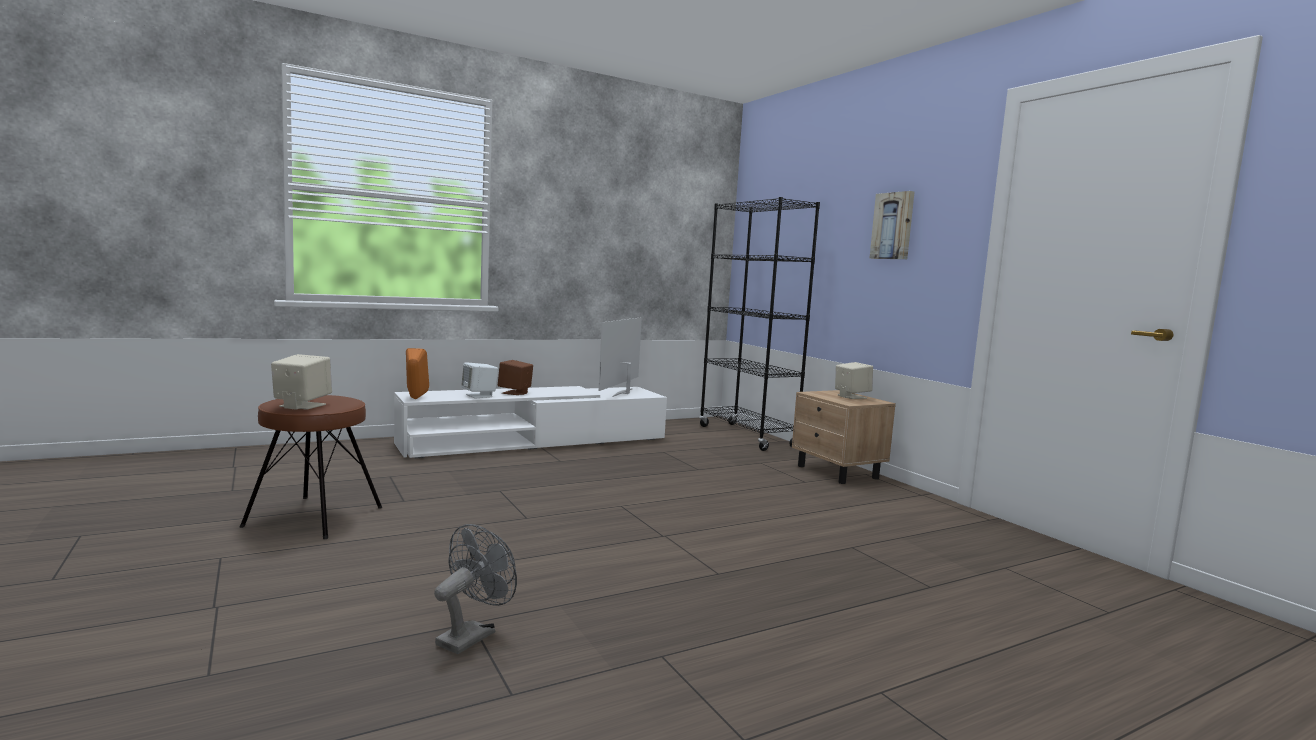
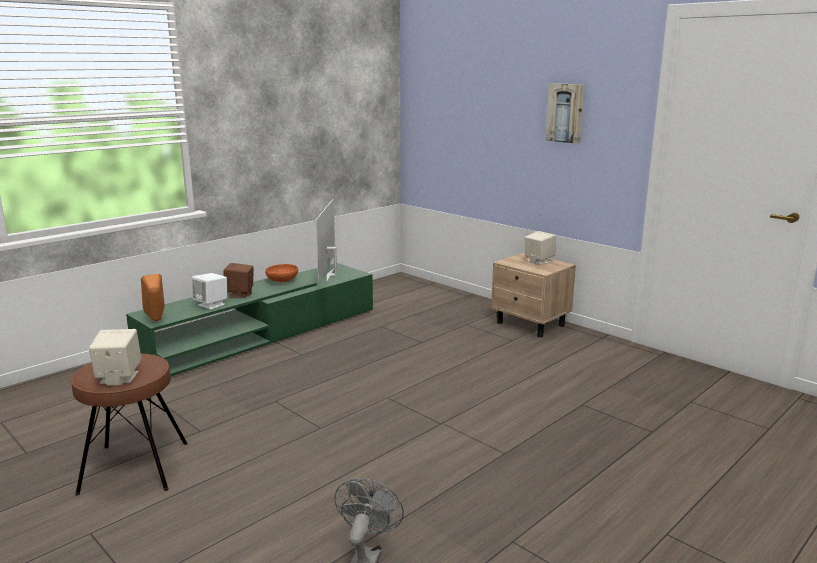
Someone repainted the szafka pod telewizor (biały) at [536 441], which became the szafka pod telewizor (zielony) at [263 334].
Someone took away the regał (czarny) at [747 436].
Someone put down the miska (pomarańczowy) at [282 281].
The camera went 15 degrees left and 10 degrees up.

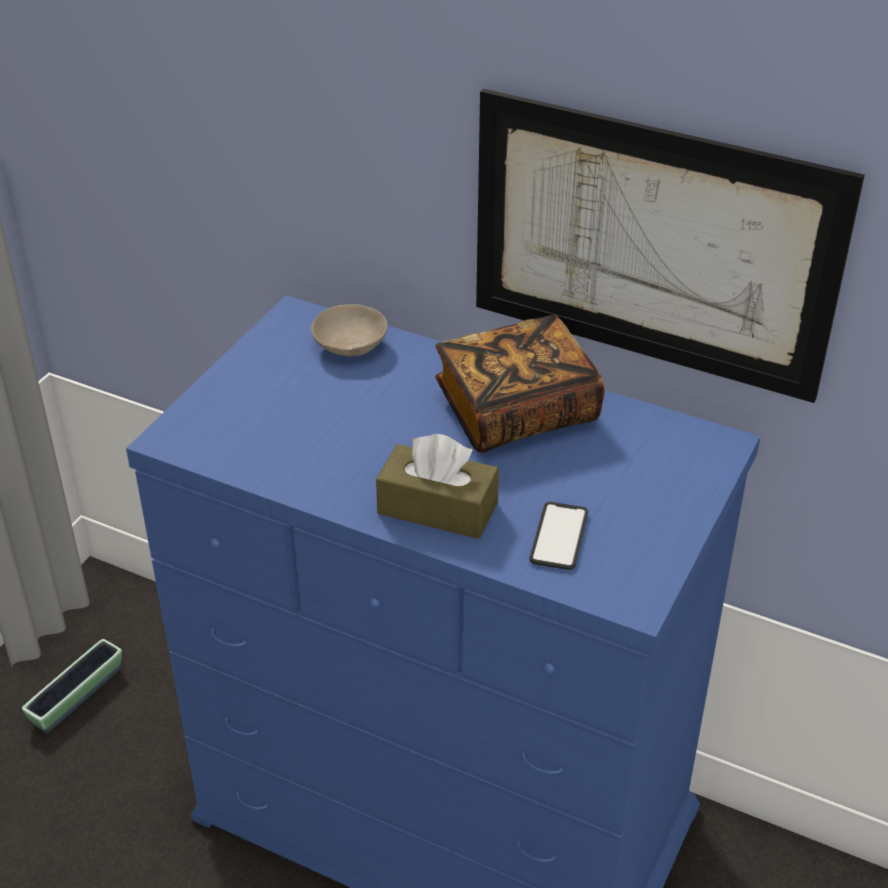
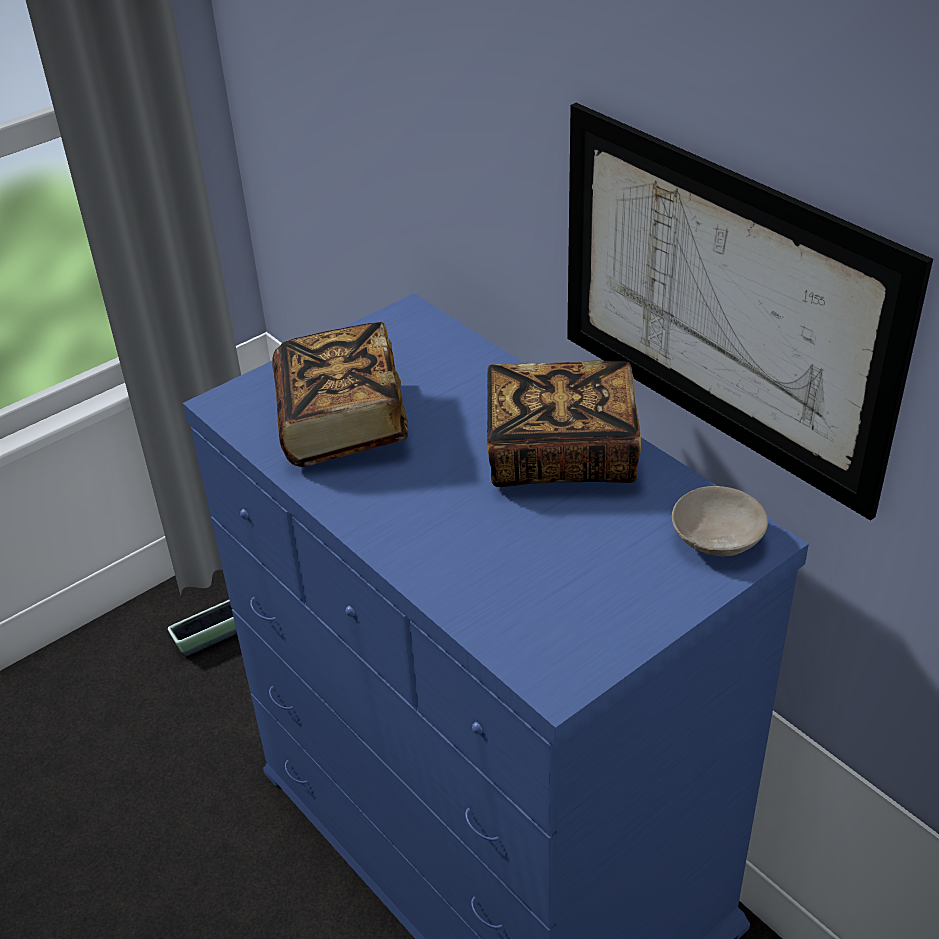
Someone carried the miska (beżowy) from [351 344] to [719 537].
Someone took away the pudełko chusteczek (brązowy) at [437 508].
Someone took away the telefon at [559 537].
Someone put down the książka at [342 423].
The camera went 25 degrees right and 0 degrees up.

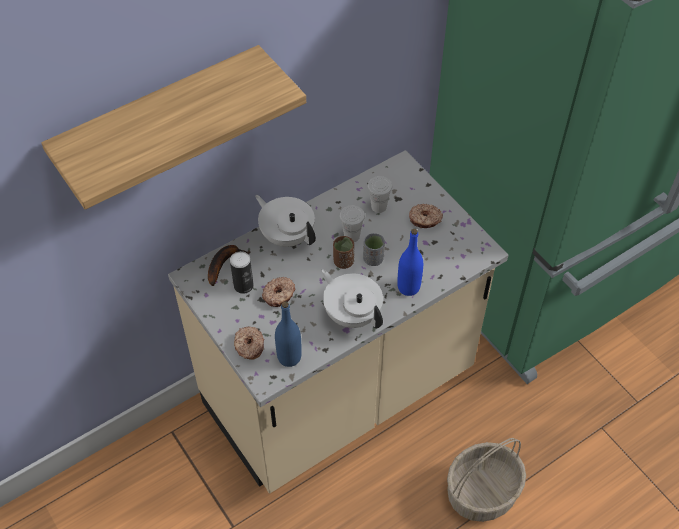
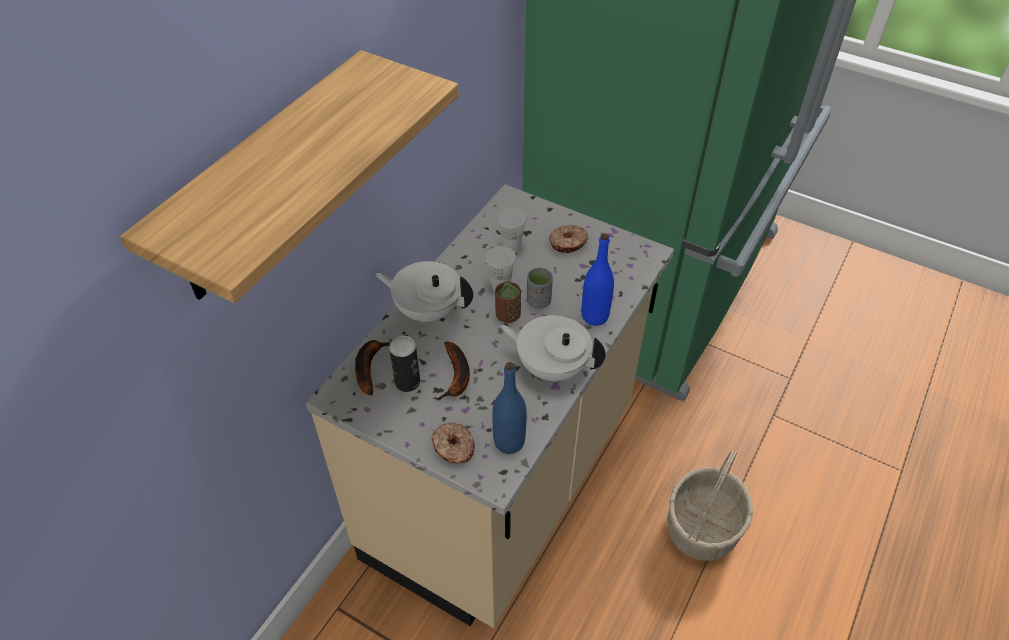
Someone swapped the donut at [279 295] for the banan at [456 377].
The camera went 25 degrees left and 5 degrees down.

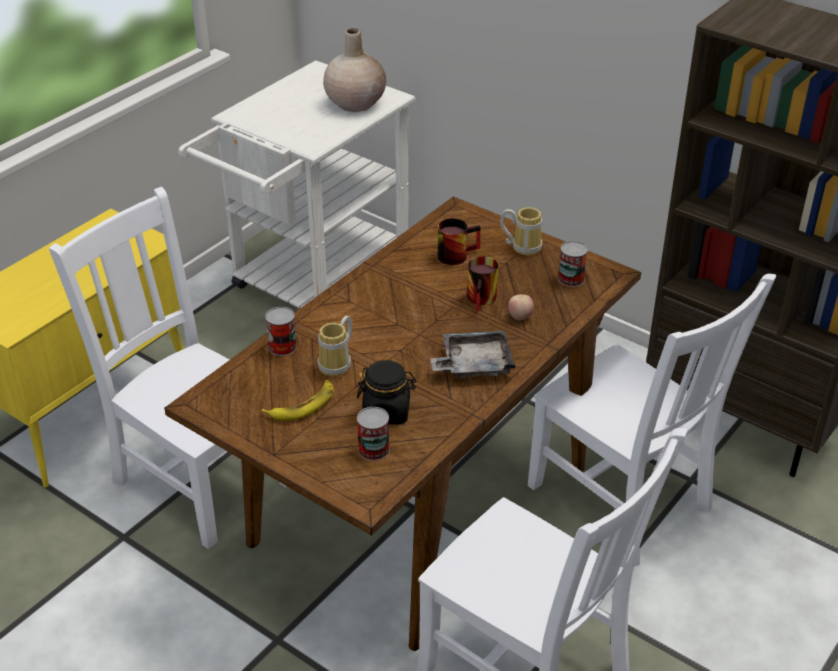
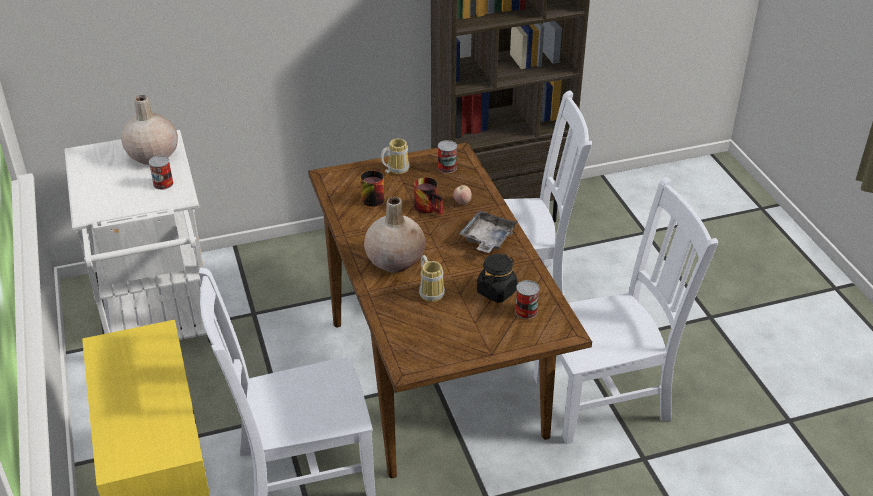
Someone took away the banan at [303 405].
Someone carried the puszka from [282 346] to [163 183].
Someone put down the wazon (beżowy) at [395 261].
The camera went 55 degrees left and 0 degrees up.

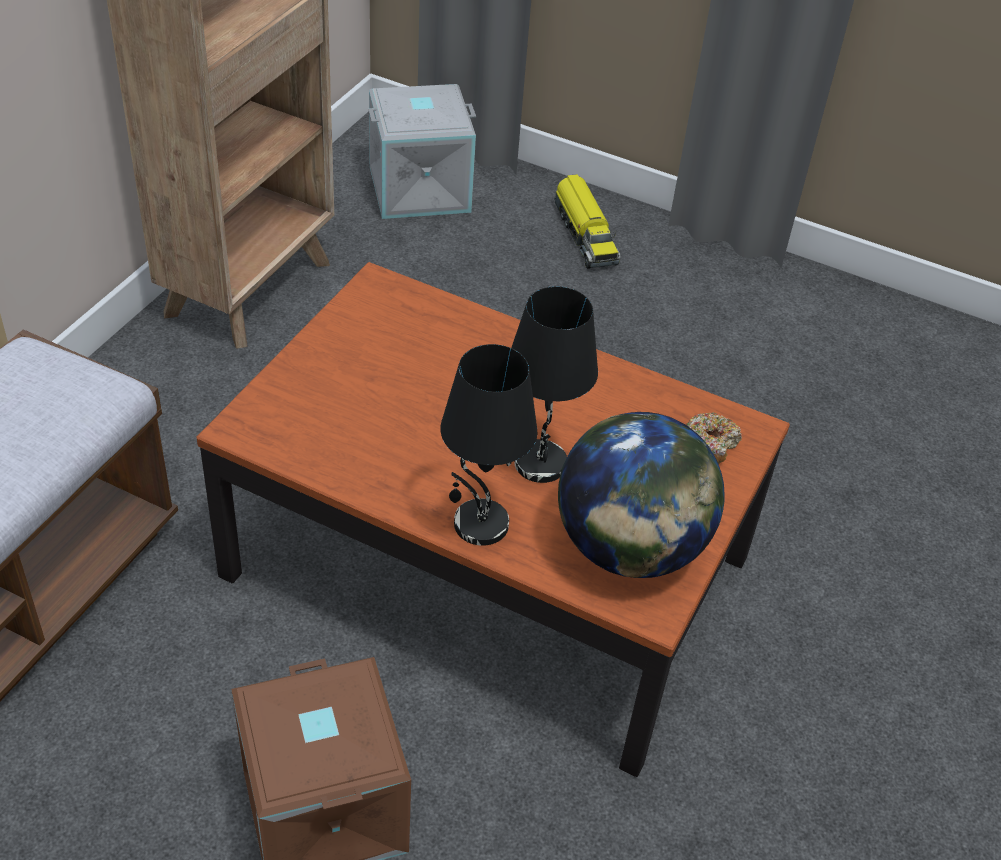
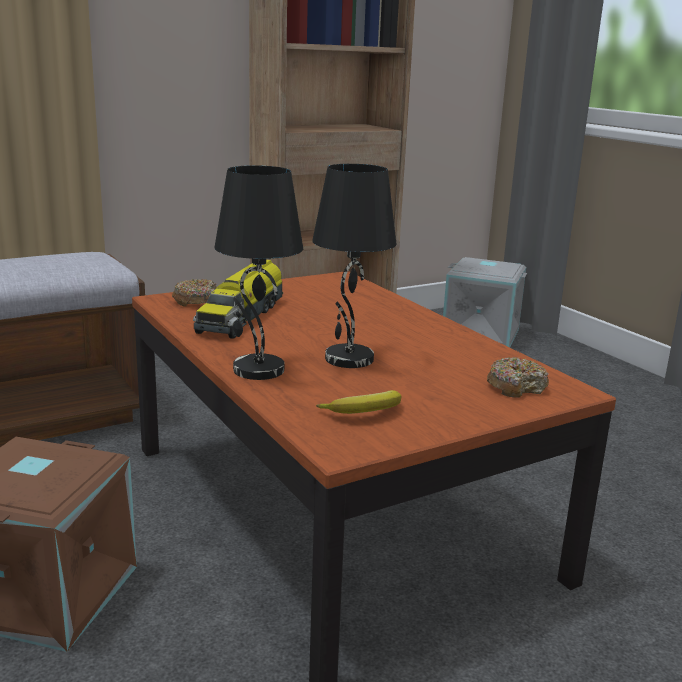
Someone carried the ciężarówka zabawkowa from [585 234] to [242 316].
Someone swapped the globus at [629 549] for the banan at [365 412].
Someone put down the donut at [196 301].
The camera went 35 degrees right and 25 degrees down.

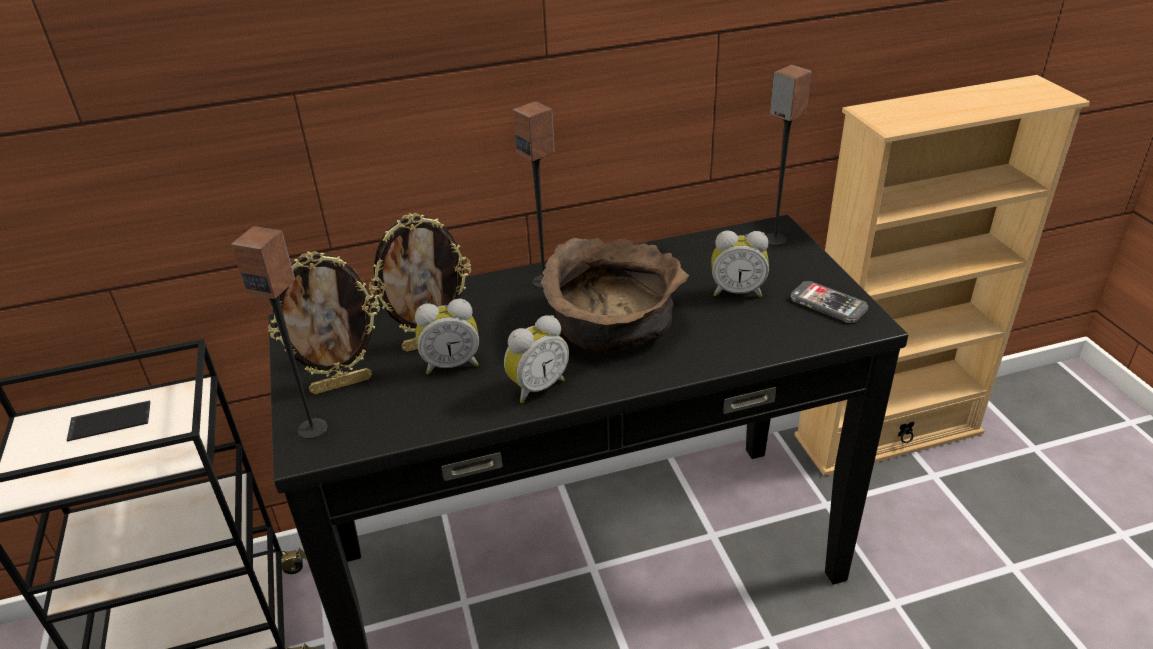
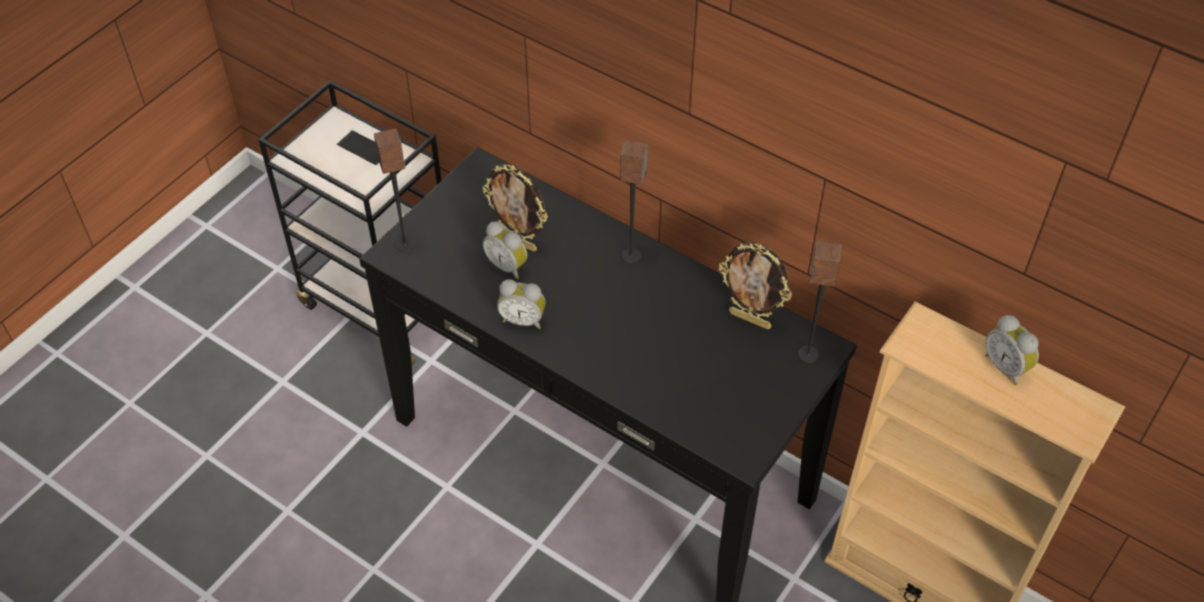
Someone carried the ramka na zdjęcie from [342 384] to [750 319].
Someone took away the miska (brązowy) at [613 324].
Someone carried the budzik from [737 291] to [1006 366].
Someone took away the telefon at [828 304].
The camera went 50 degrees right and 15 degrees up.

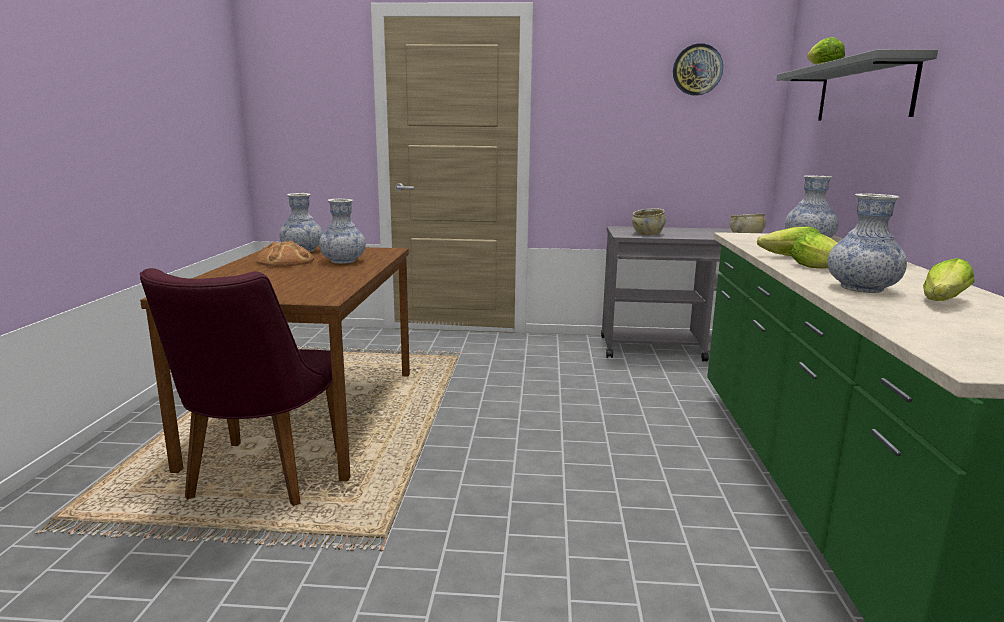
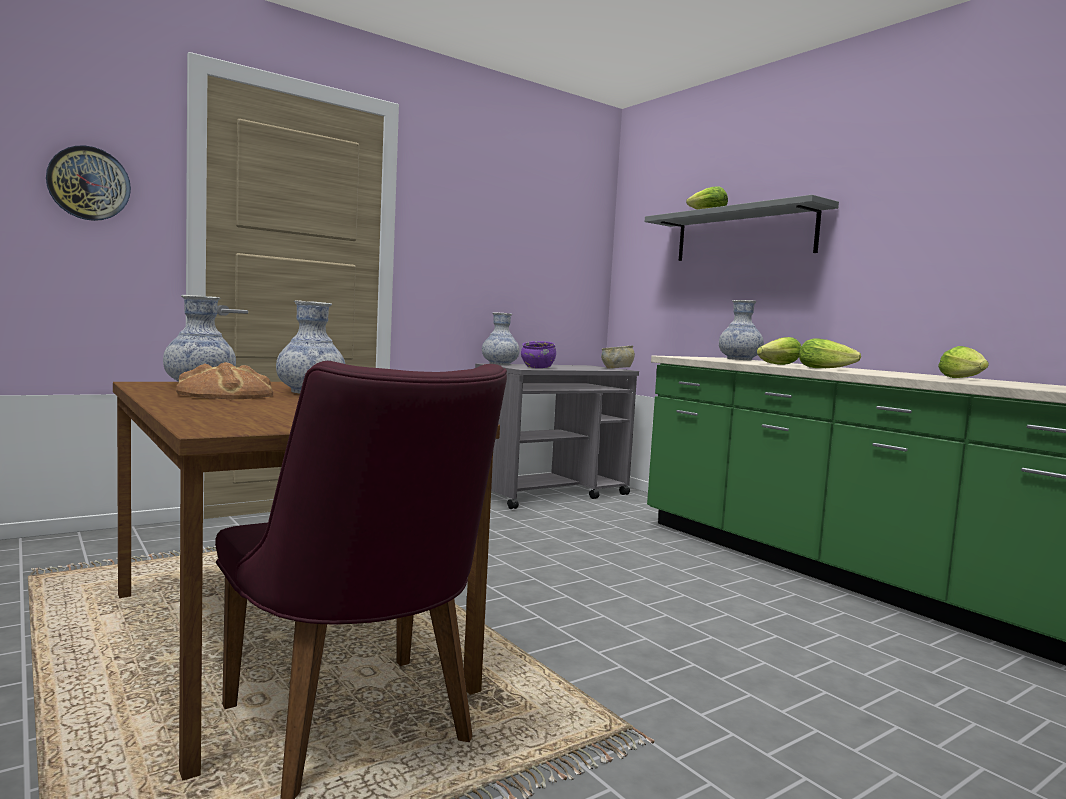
Someone repainted the miska (beżowy) at [647 234], which became the miska (fioletowy) at [537 367].
Someone carried the zegar ścienny from [697 69] to [89 183].
Someone carried the wazon from [861 288] to [499 364].
The camera went 40 degrees left and 10 degrees down.

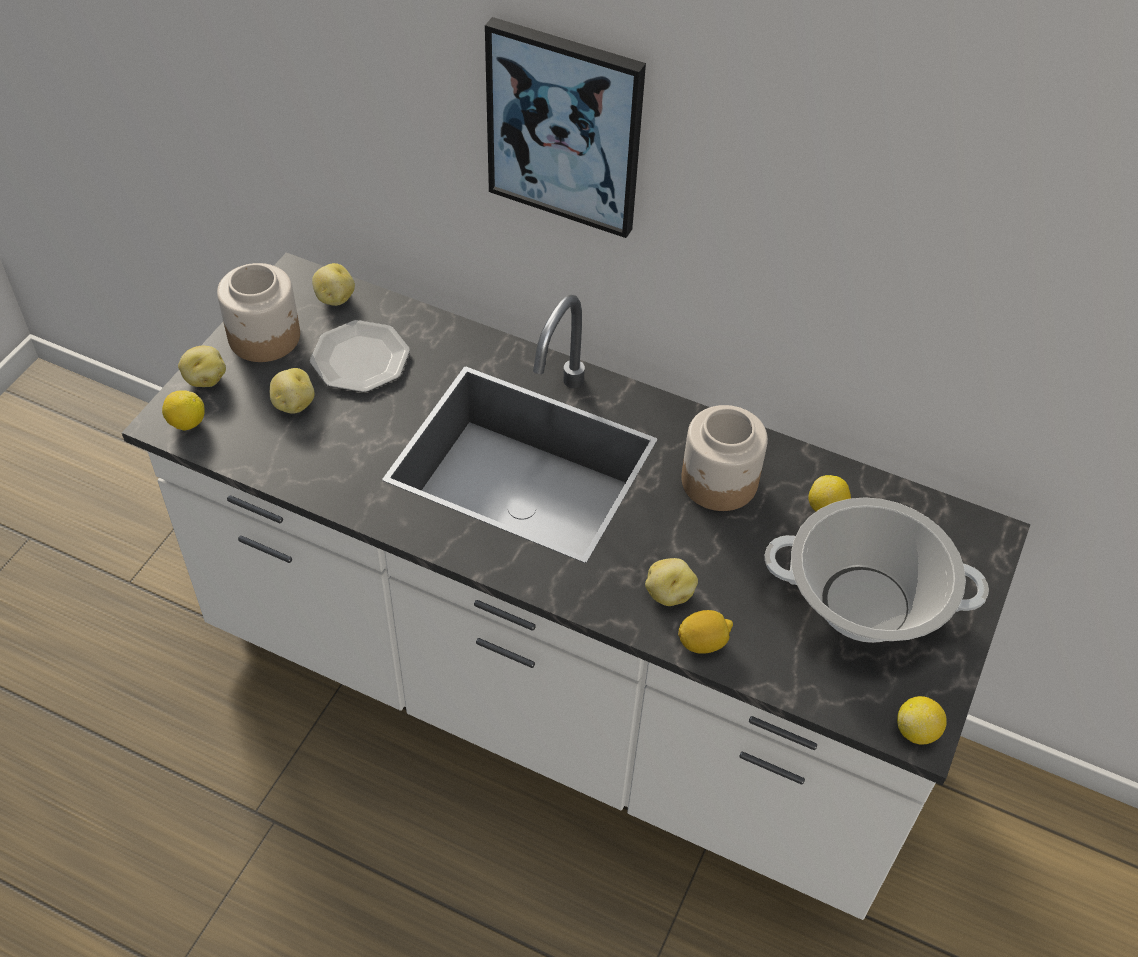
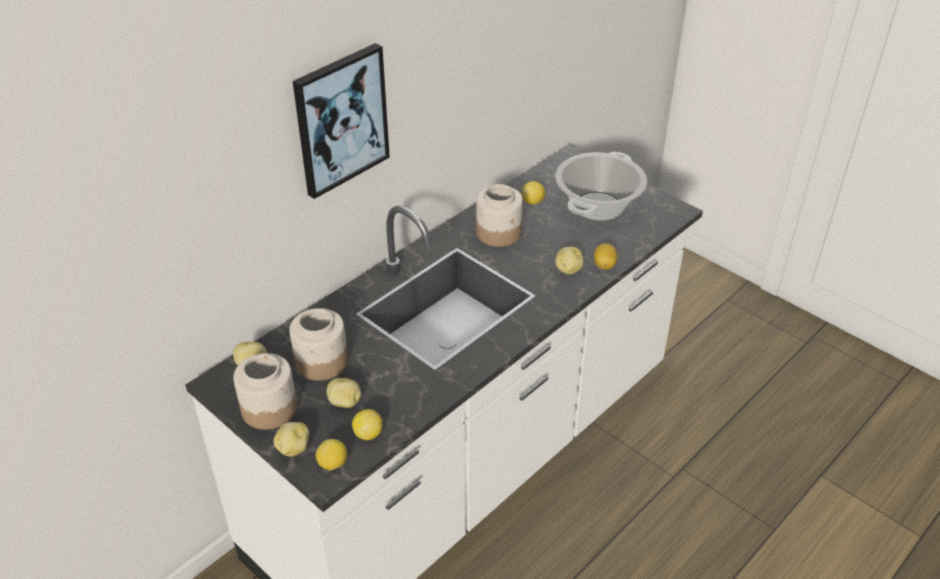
Someone swapped the talerz at [359 359] for the słoik at [321 362].
Someone carried the cytryna from [916 731] to [368 434].
The camera went 70 degrees left and 10 degrees down.

